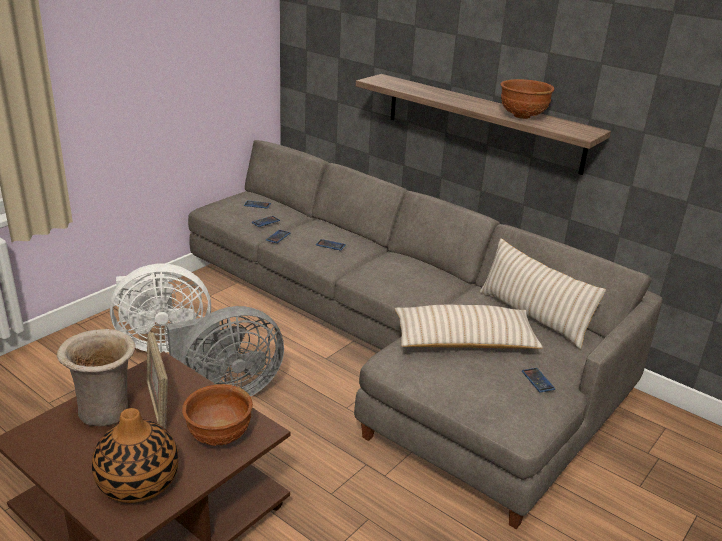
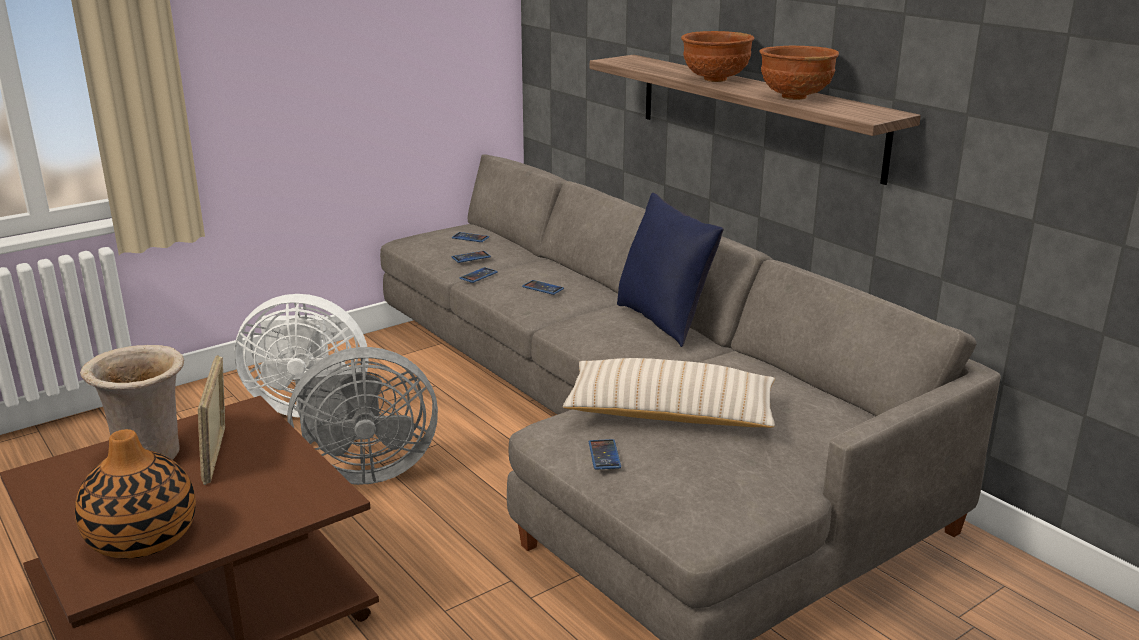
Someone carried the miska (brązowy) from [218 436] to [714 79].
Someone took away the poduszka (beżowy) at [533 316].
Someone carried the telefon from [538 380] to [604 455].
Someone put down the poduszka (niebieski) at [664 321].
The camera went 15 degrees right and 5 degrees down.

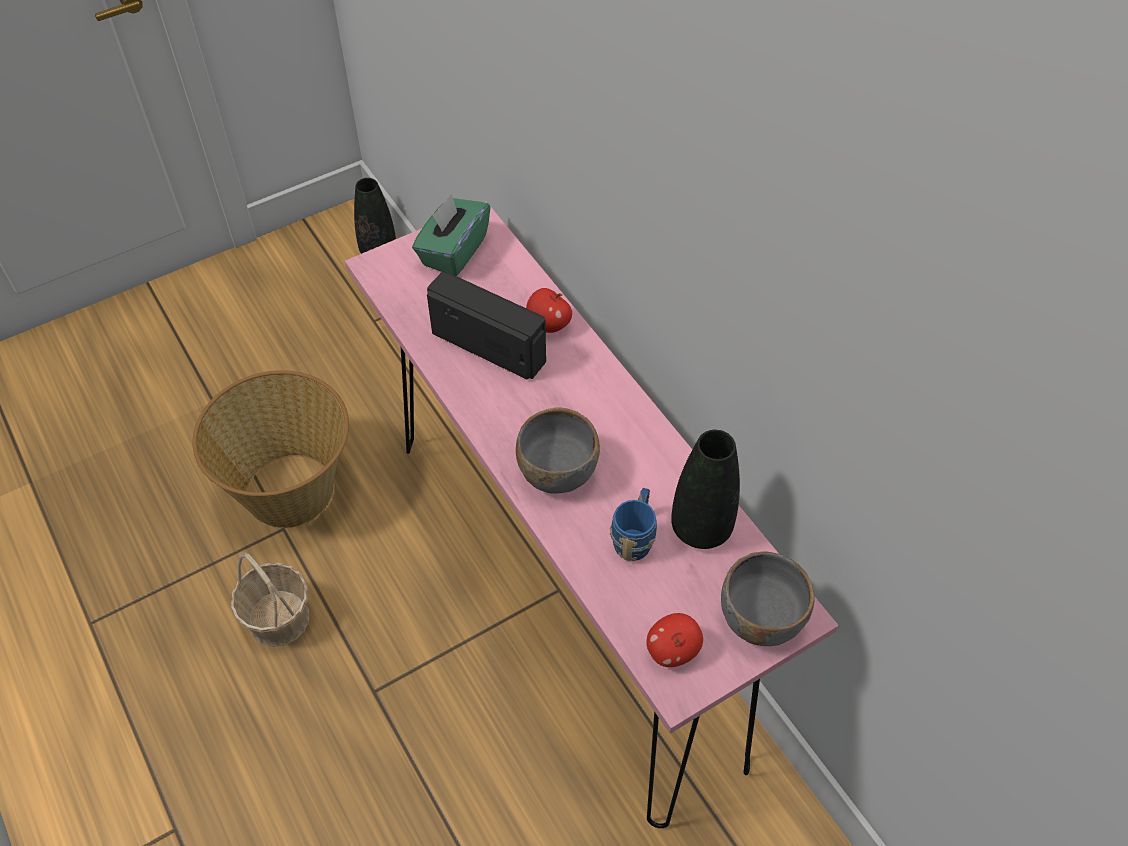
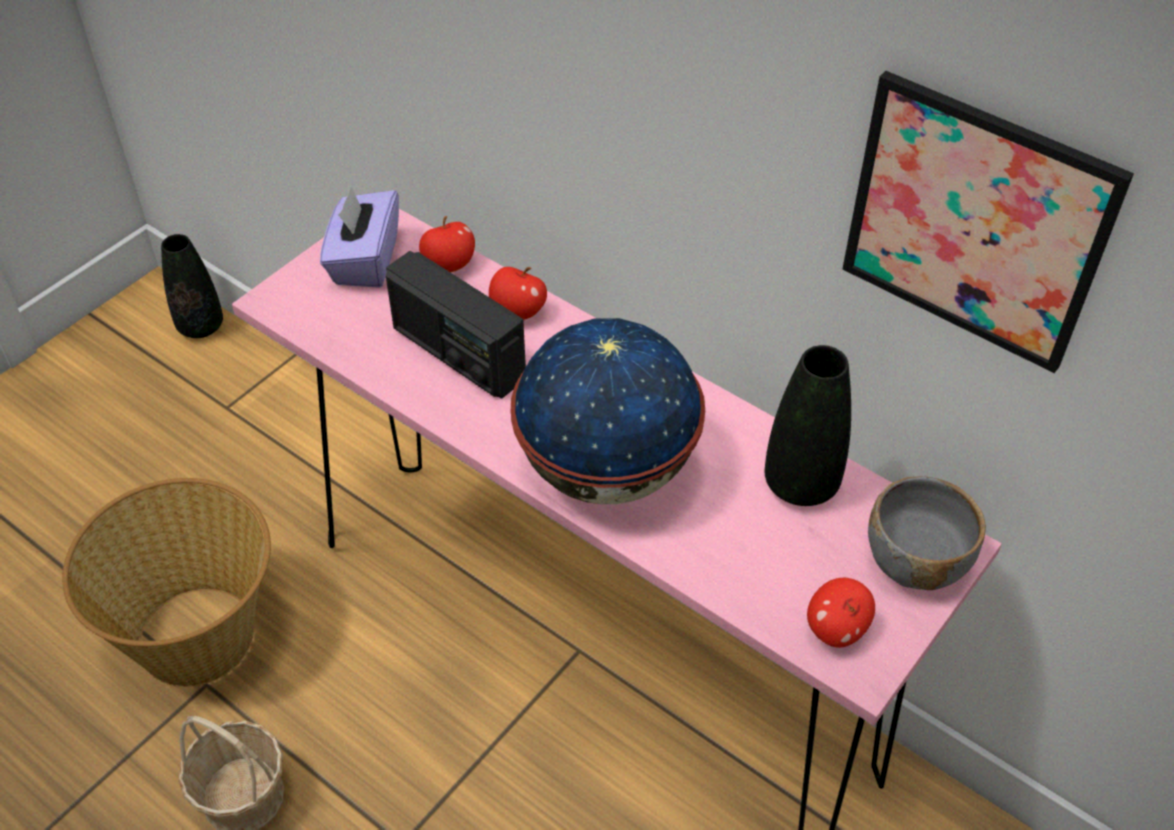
Someone repainted the pudełko chusteczek (zielony) at [453 251], which became the pudełko chusteczek (fioletowy) at [364 261].
Someone rotated the radio at [489 346] by 150 degrees counterclockwise.
Someone swapped the miska (szary) at [557 471] for the globus at [605 470].
Someone took away the kubek (niebieski) at [635 537].
Someone put down the jabłko at [449 265].
Someone put up the obraz at [975 223].
The camera went 20 degrees left and 5 degrees down.

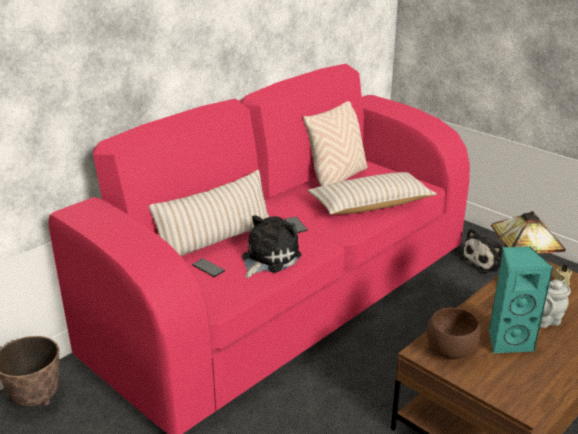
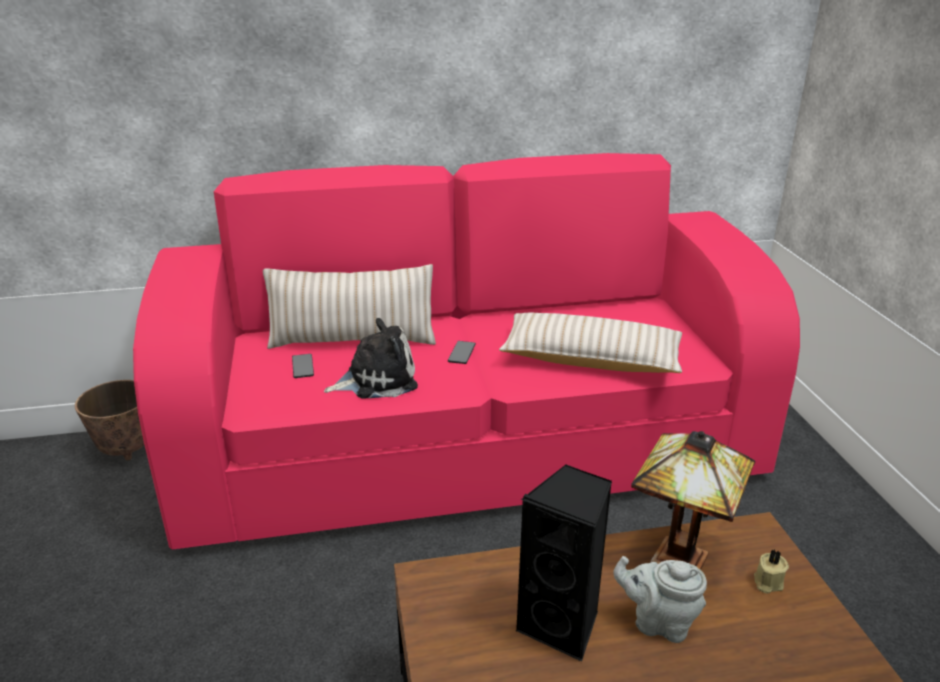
Someone took away the poduszka (beżowy) at [337 179].
Someone took away the miska (brązowy) at [451 351].
Someone took away the pluszak at [486 261].
Someone repainted the głośnik (turkusowy) at [508 341], which became the głośnik (czarny) at [563 625].
The camera went 35 degrees right and 0 degrees up.

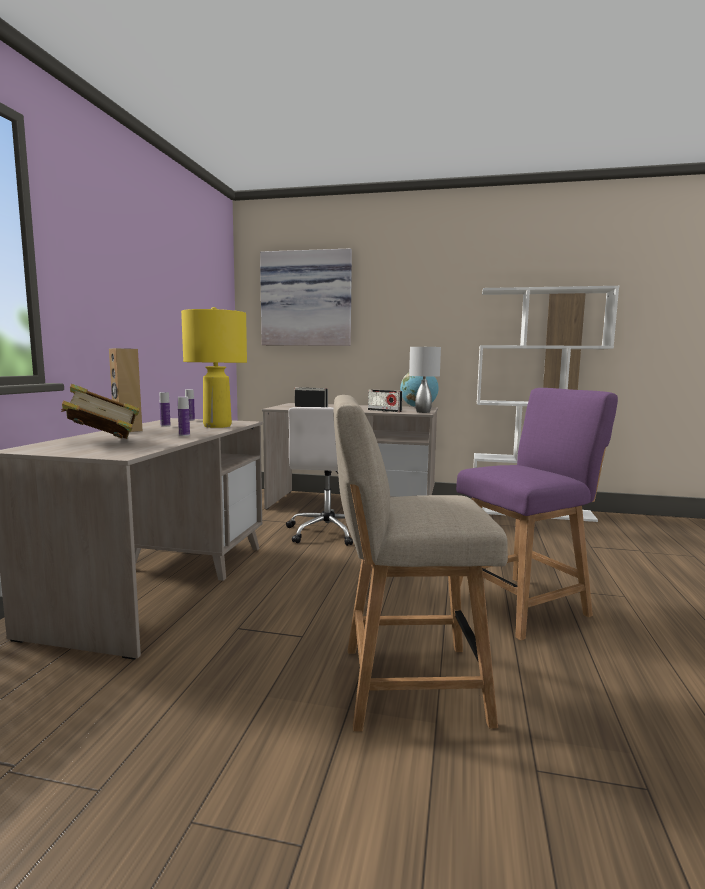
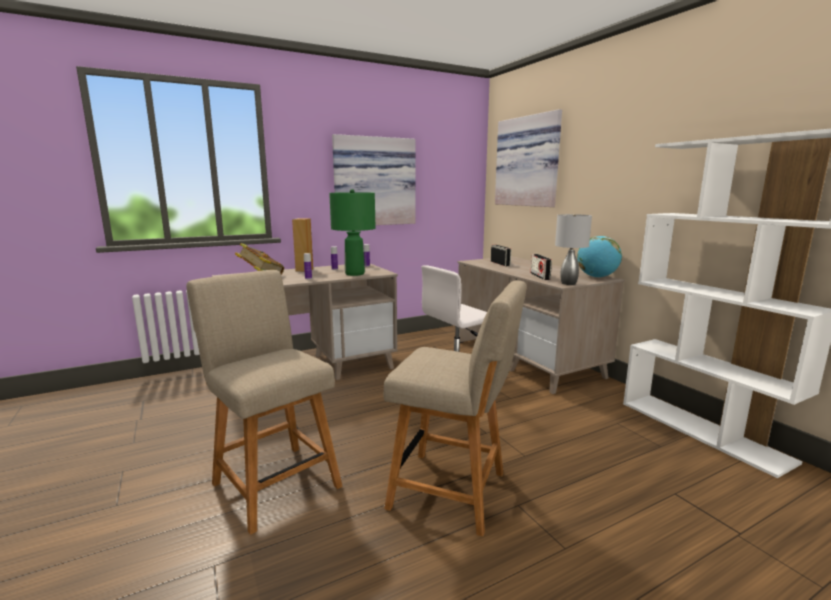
Someone repainted the lampa stołowa (żółty) at [217 426], which became the lampa stołowa (zielony) at [355 274].
Someone repainted the krzesło (fioletowy) at [523 604], which became the krzesło (beżowy) at [454 492].
Someone put up the obraz at [374 181].
The camera went 50 degrees right and 5 degrees up.

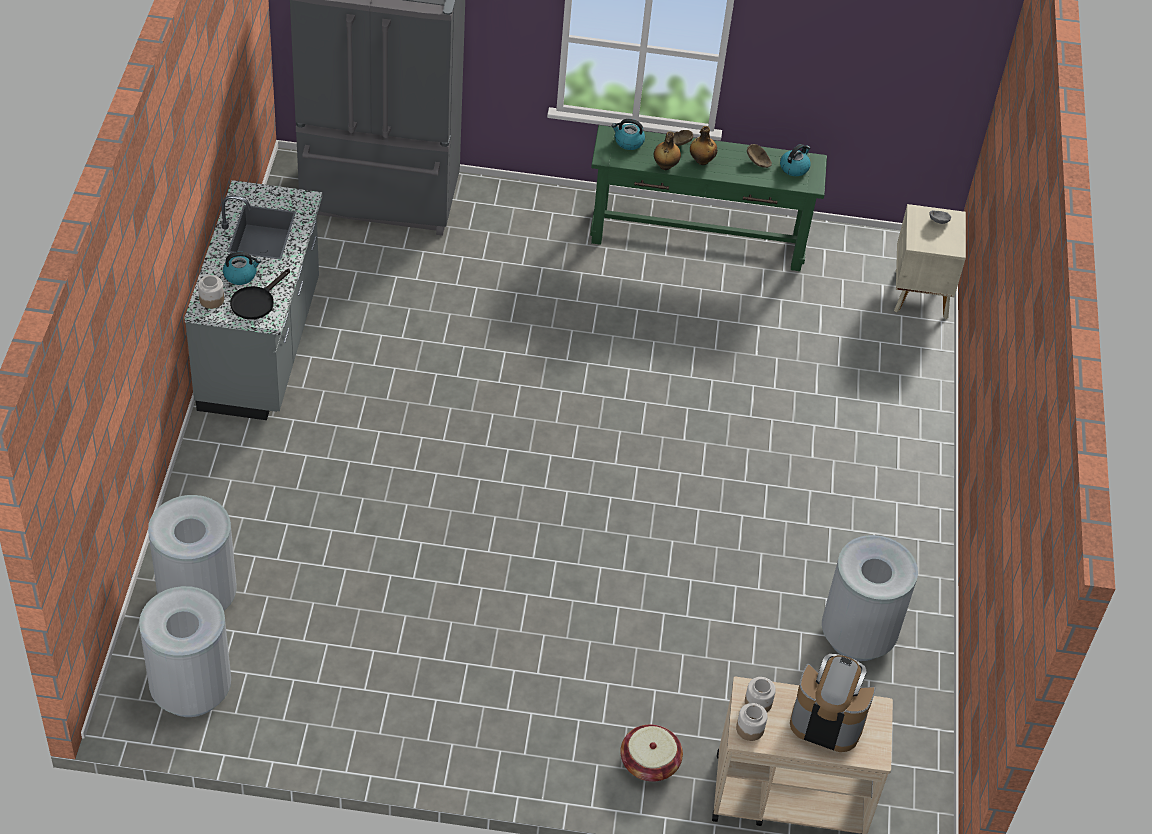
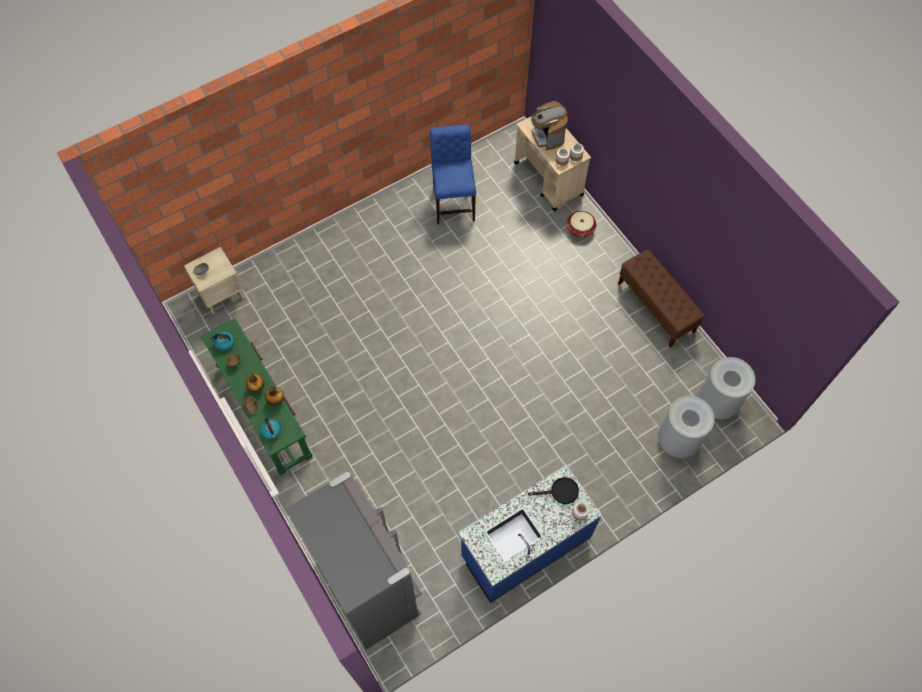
Someone repainted the zabudowa kuchenna (szary) at [262 347], which became the zabudowa kuchenna (niebieski) at [525 546].
Someone took away the czajnik at [240 275].
Someone swapped the kosz na śmieci (szary) at [857 636] for the krzesło (niebieski) at [453 201].
Someone put down the ławka (brązowy) at [656 308].
The camera went 125 degrees left and 15 degrees up.

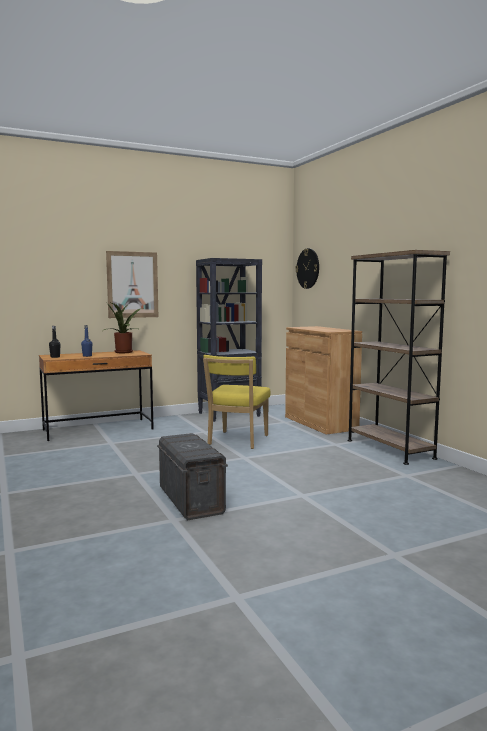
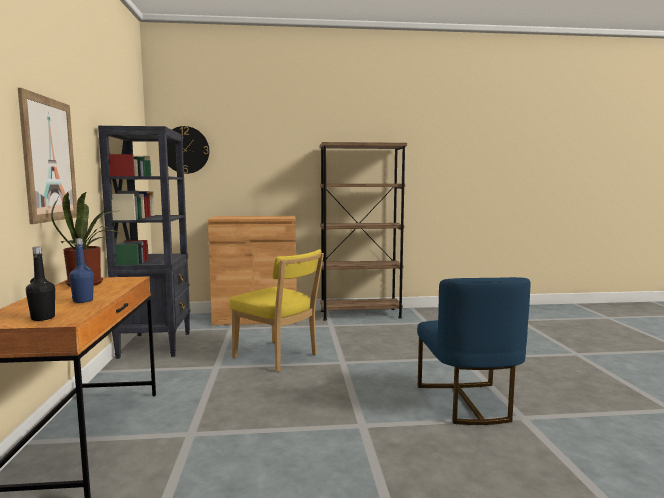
Someone swapped the pojemnik do przechowywania (szary) at [191 500] for the krzesło (niebieski) at [467 403].
The camera went 70 degrees left and 0 degrees up.

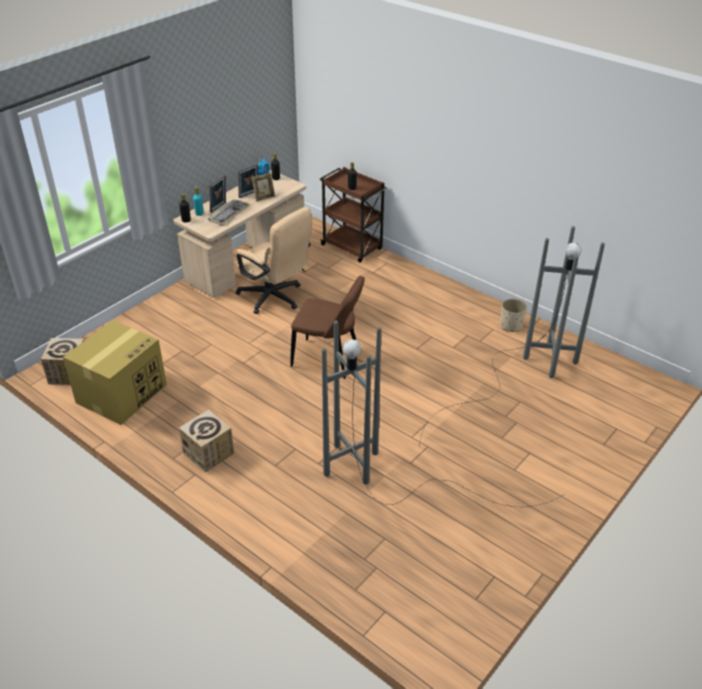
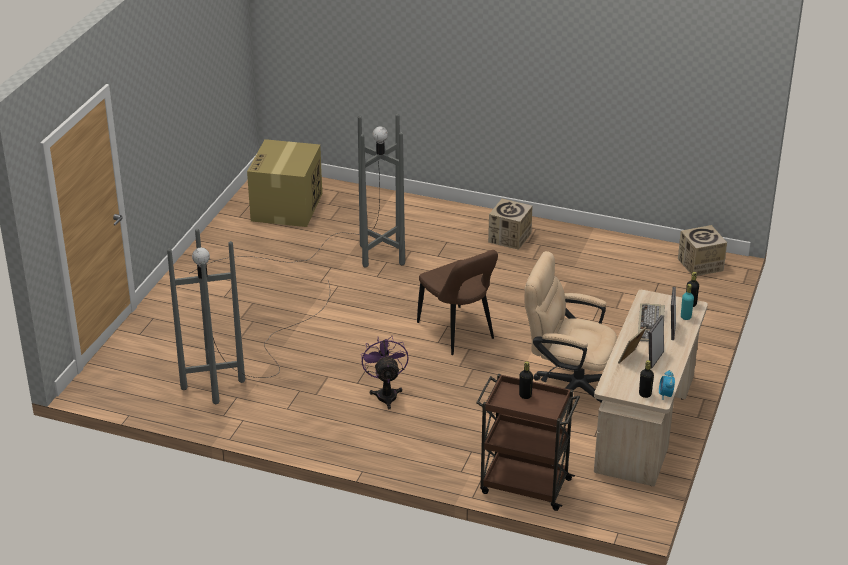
Someone carried the karton from [122 393] to [287 207].
Someone rotated the krzesło (brązowy) at [328 360] by 120 degrees counterclockwise.
Someone took away the donica (beżowy) at [511 326].
Someone put down the wentylator (fioletowy) at [386 393].
The camera went 160 degrees right and 5 degrees down.

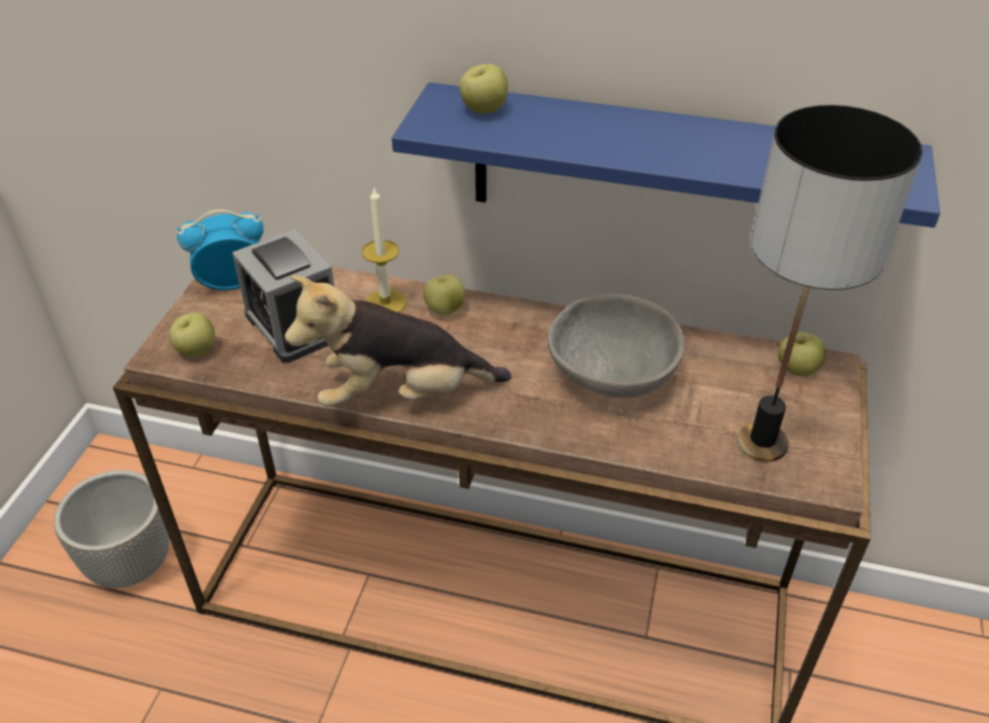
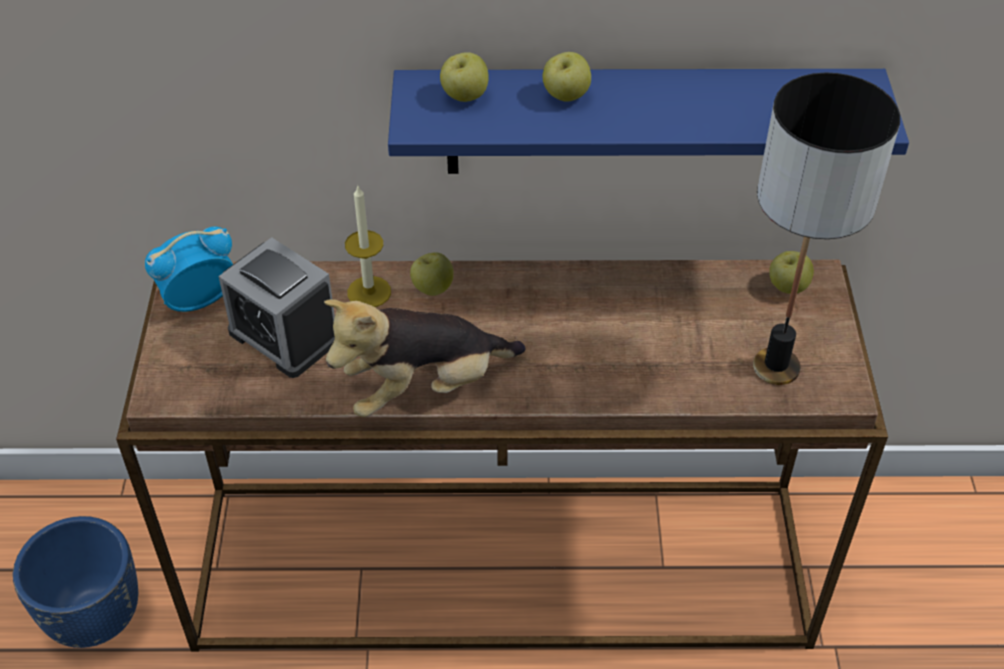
Someone repainted the donica (szary) at [132 563], which became the donica (niebieski) at [95 616].
Someone carried the jabłko from [196 351] to [566 96].
Someone took away the miska (szary) at [610 374].
The camera went 15 degrees left and 5 degrees up.

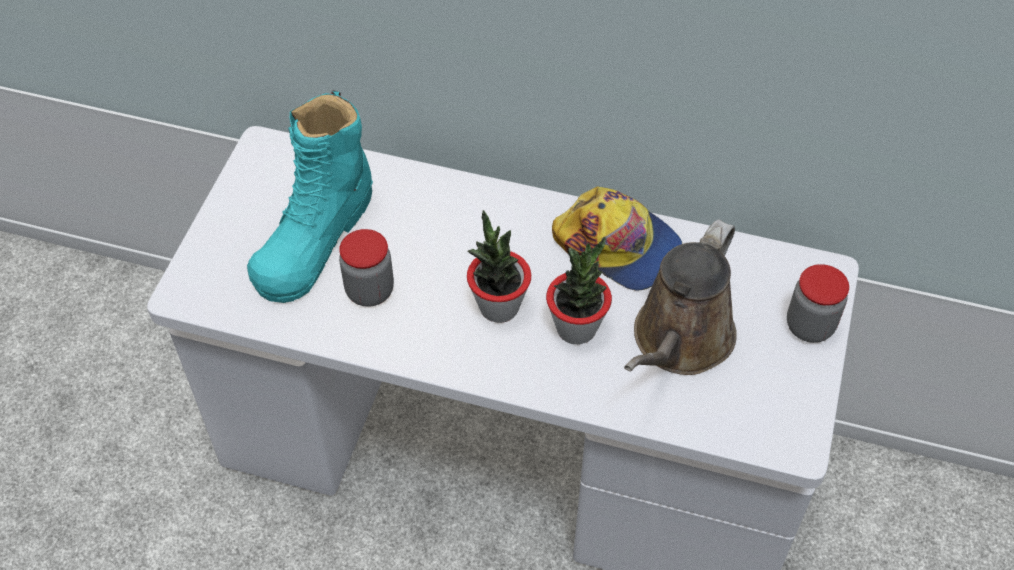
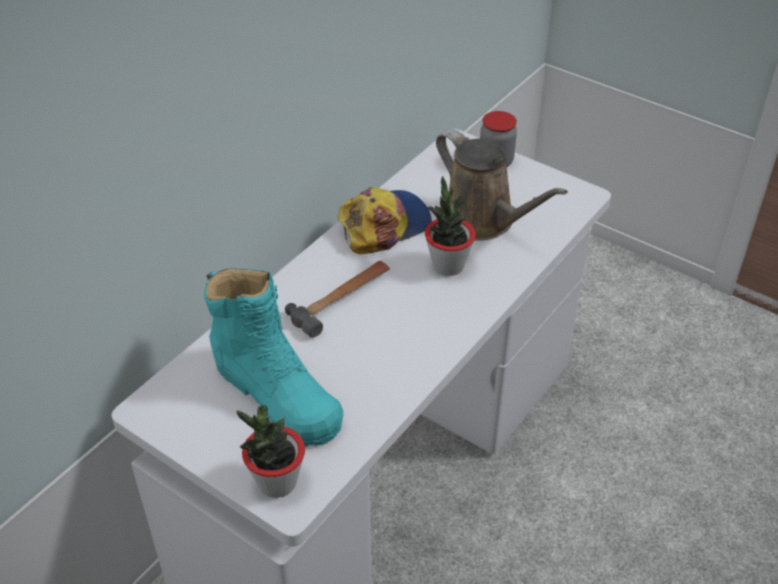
Someone took away the słoik at [370 291].
Someone carried the roślina doniczkowa from [498 307] to [277 482].
Someone put down the młotek at [342 299].
The camera went 70 degrees left and 10 degrees down.

